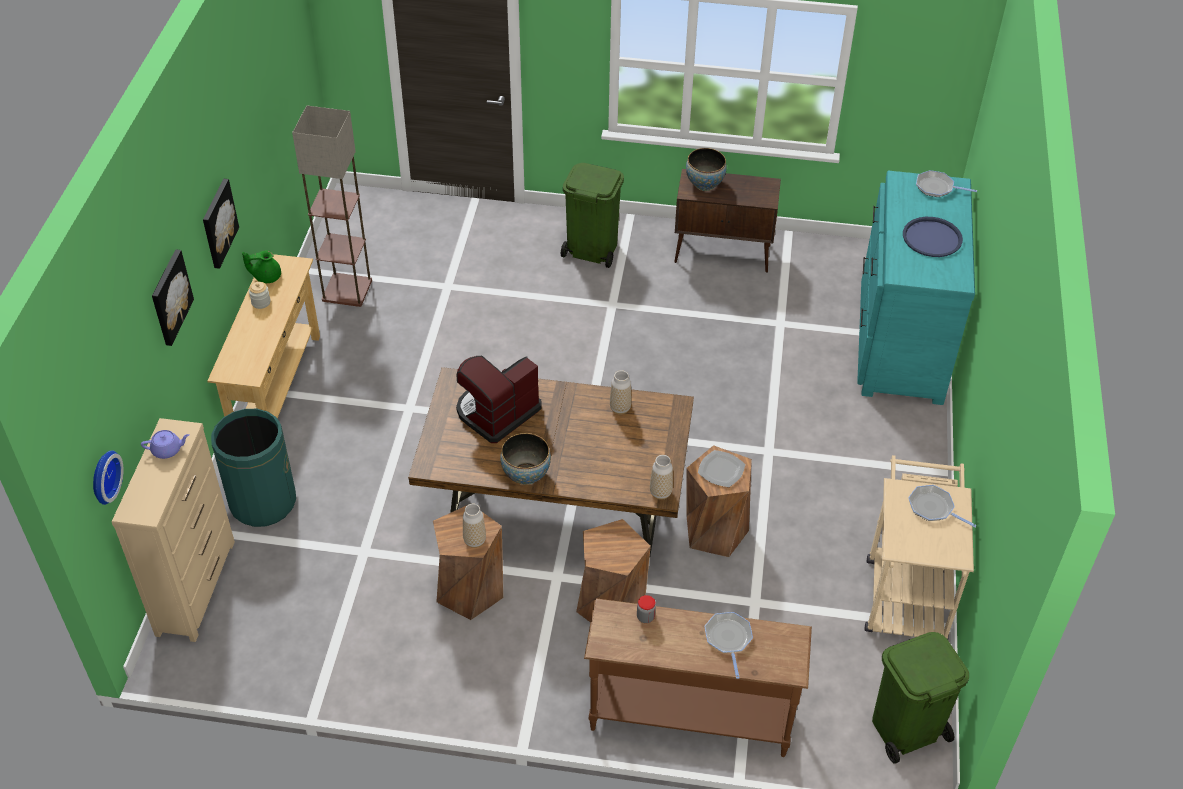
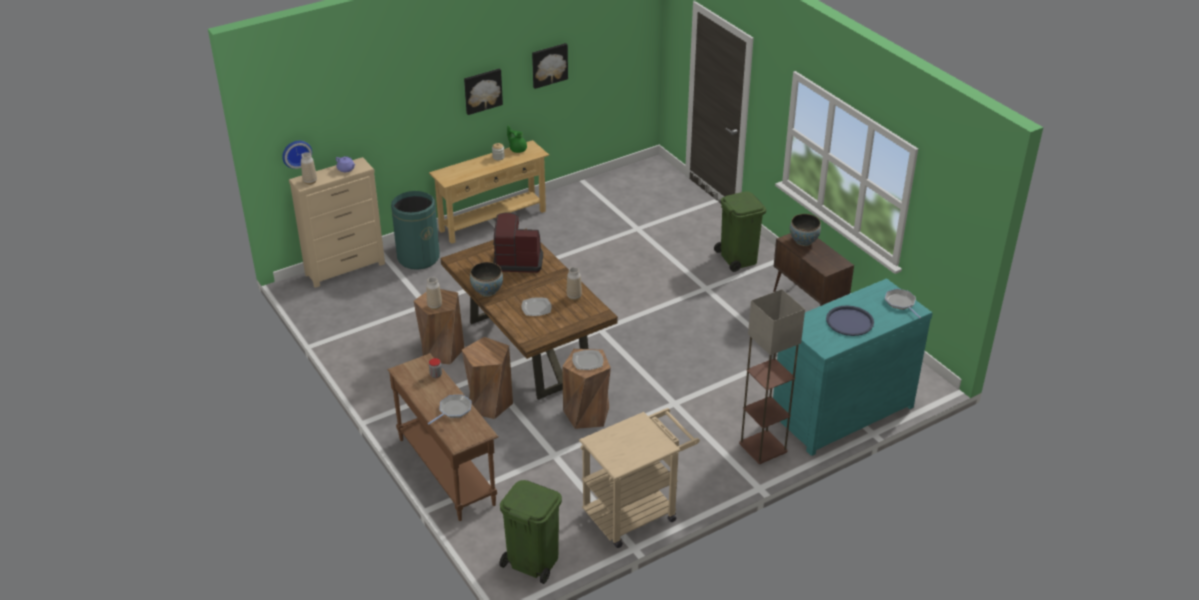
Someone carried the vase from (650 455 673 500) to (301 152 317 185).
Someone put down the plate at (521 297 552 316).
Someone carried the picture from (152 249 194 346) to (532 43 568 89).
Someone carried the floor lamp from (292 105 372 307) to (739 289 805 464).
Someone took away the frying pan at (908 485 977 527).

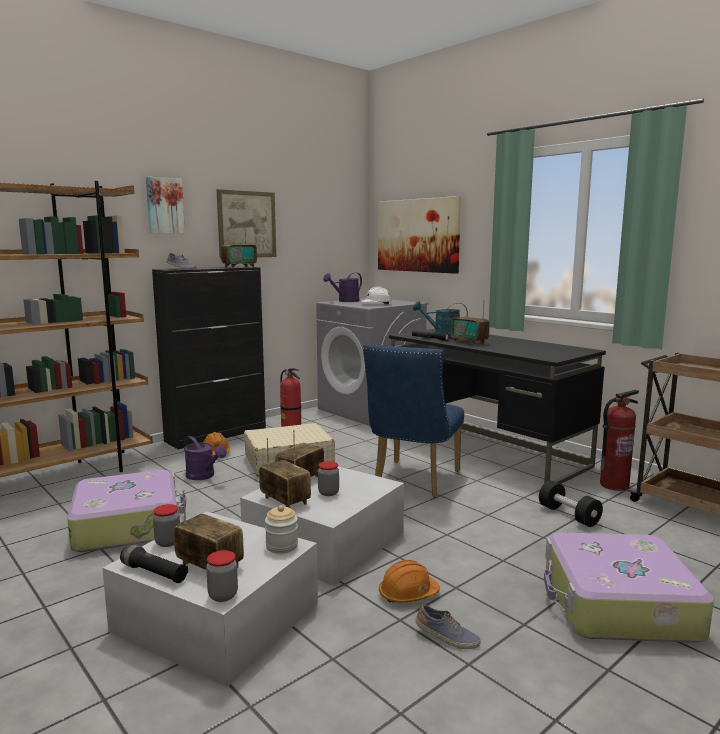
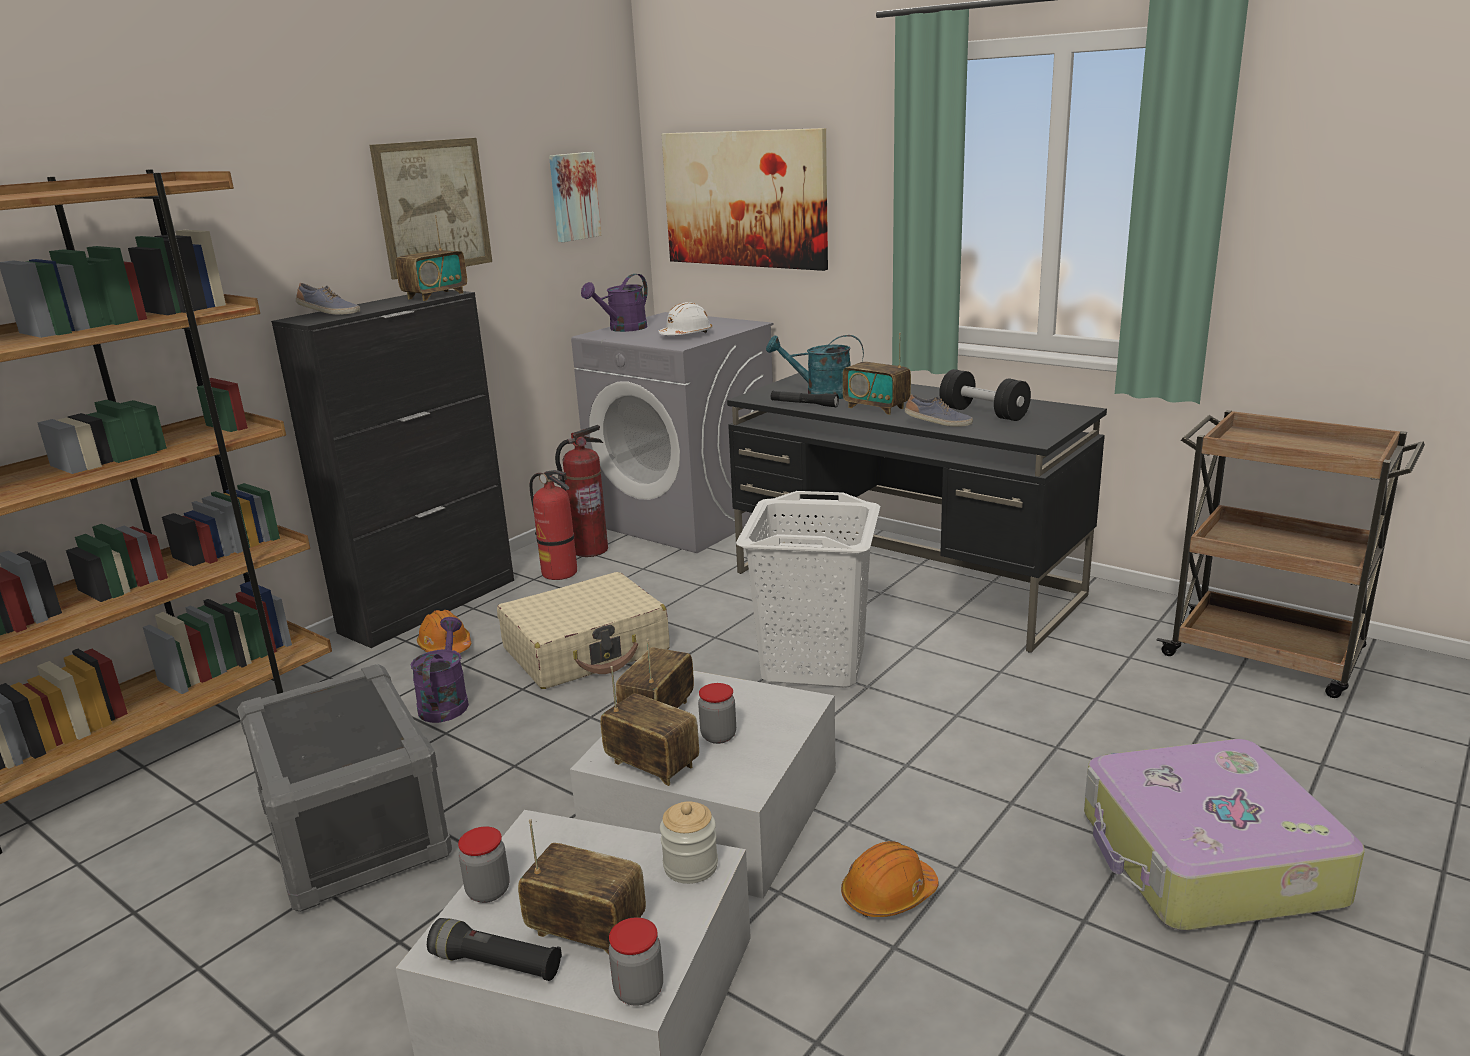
Someone swapped the suitcase at (67 470 186 552) for the storage box in grey at (237 664 452 912).
Someone rotated the watering can in purple at (184 436 227 480) by 120 degrees counterclockwise.
Someone carried the picture from (146 177 185 233) to (549 152 602 242).
Someone carried the fire extinguisher from (600 390 639 491) to (555 425 608 557).
Someone swapped the chair in blue at (363 344 464 498) for the laundry basket in white at (736 491 881 688).
Someone carried the shoe from (415 604 481 649) to (905 394 973 427).
Someone carried the dumbbell in black from (539 481 603 527) to (939 369 1031 421).

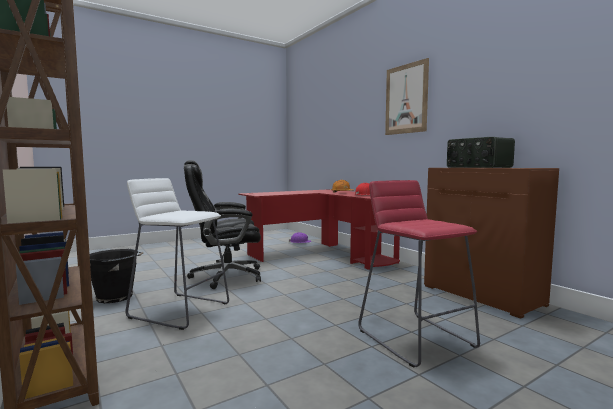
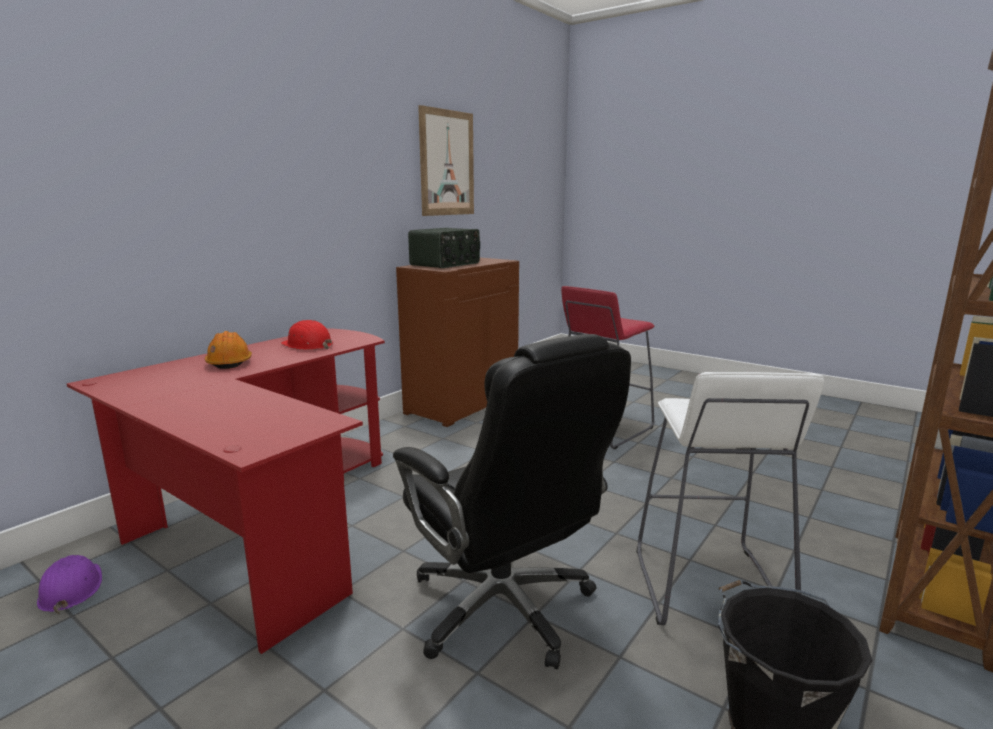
Someone carried the picture from (385 58 429 135) to (418 105 474 216).

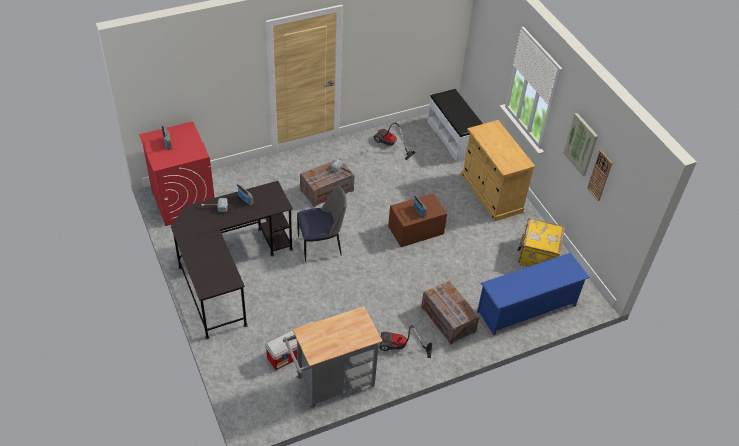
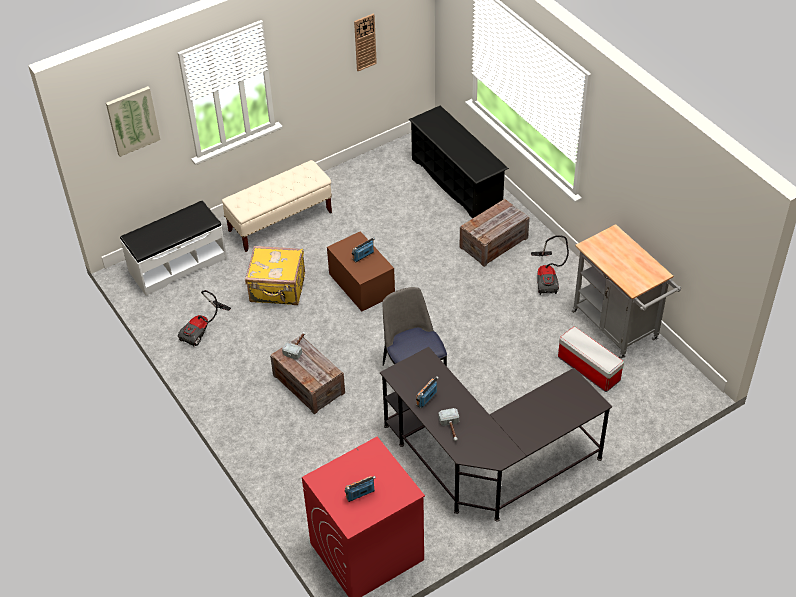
Someone carried the picture from (563 113 598 176) to (106 86 160 157).
Someone swapped the cabinet in beige at (461 120 535 222) for the bench in beige at (222 160 332 252).
Someone carried the suitcase in yellow from (517 218 565 266) to (245 246 305 305).
Someone repainted the shoe rack in blue at (477 253 590 335), which became the shoe rack in black at (409 105 509 219).

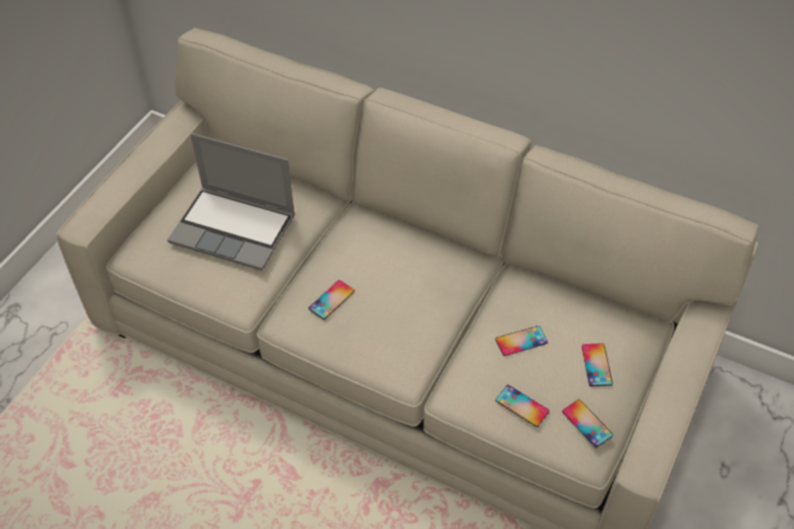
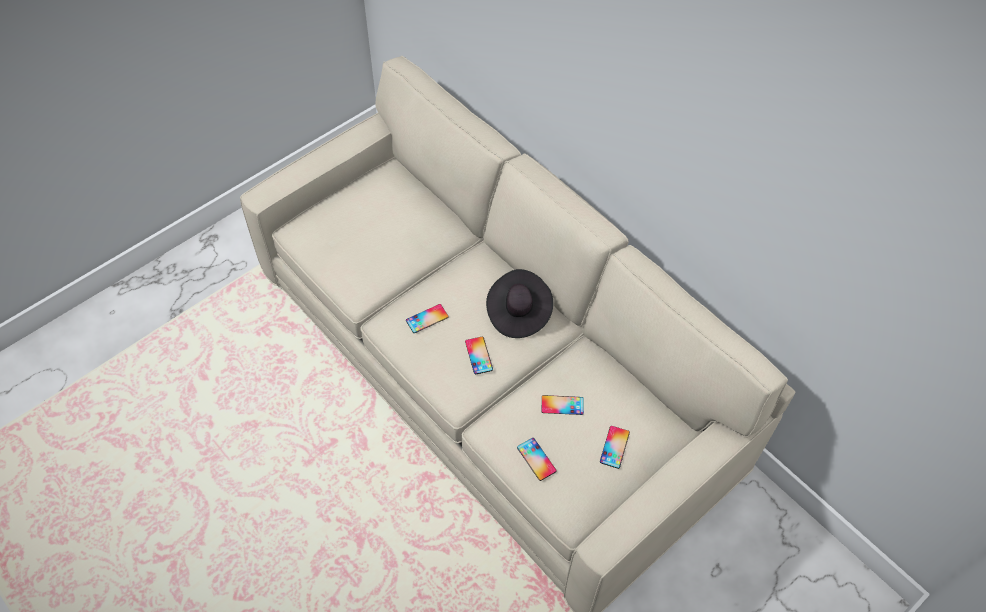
Someone carried the phone from (562 399 613 448) to (465 337 493 375).
Someone put down the hat in black at (486 269 553 338).
Someone took away the laptop at (167 133 295 271).

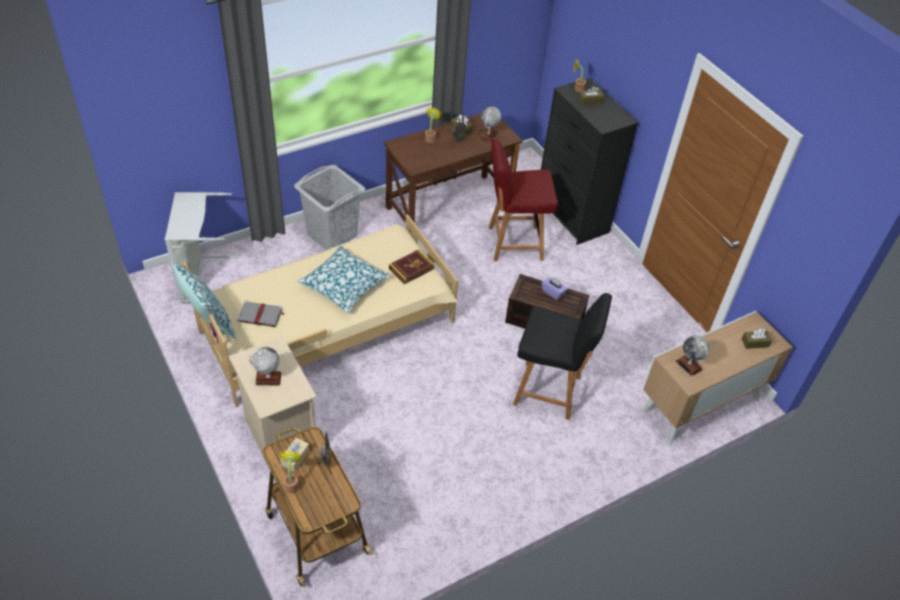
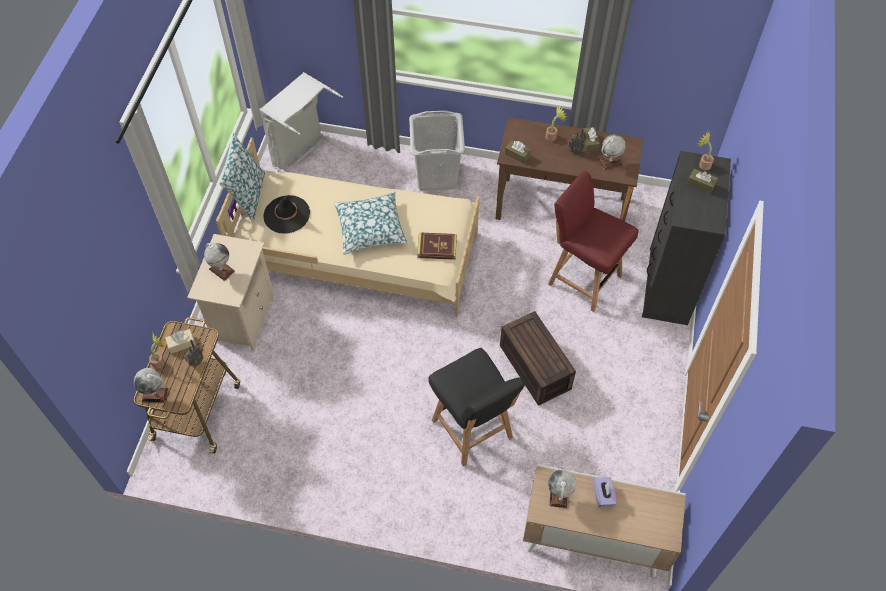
Someone put down the globe at (134 368 168 402).
Someone swapped the book in grey at (238 301 284 327) for the hat in black at (263 195 310 233).
Someone carried the tissue box in brown from (742 328 773 349) to (505 140 531 164).
Someone carried the tissue box in purple from (542 277 568 300) to (593 477 617 507).

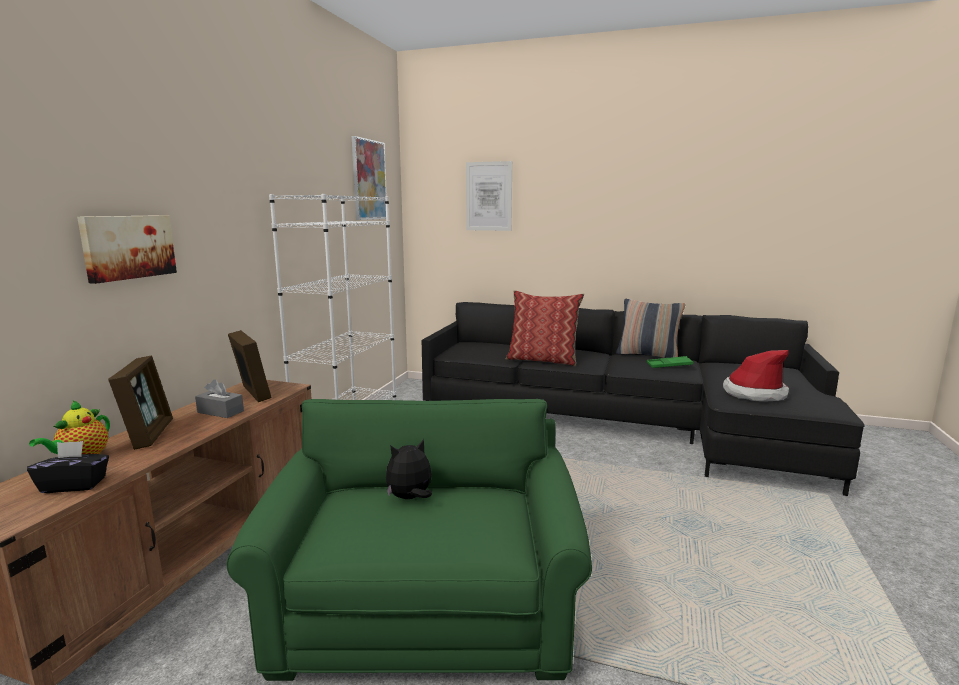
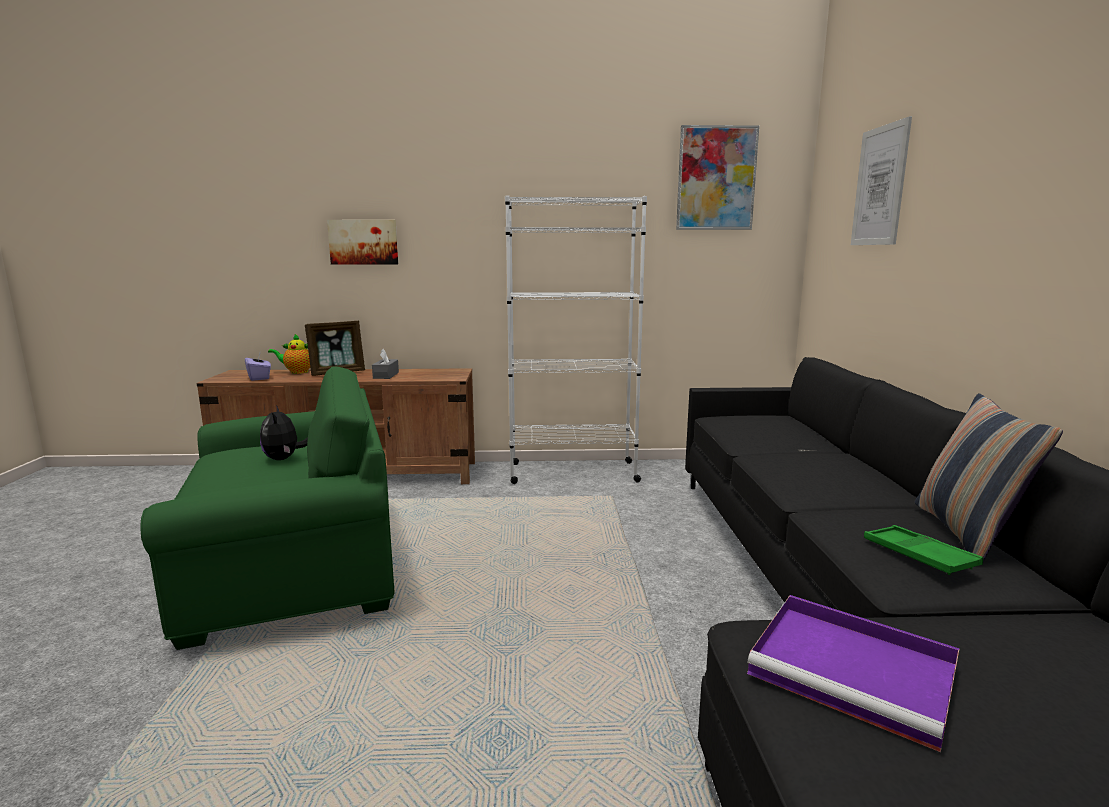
Someone repainted the tissue box in black at (27 441 109 493), which became the tissue box in purple at (245 353 271 381).
Someone rotated the plush toy at (386 439 432 499) by 150 degrees counterclockwise.
Someone swapped the hat at (723 350 789 402) for the tray in purple at (747 595 959 752).
Someone took away the picture frame at (228 330 272 402).
Someone took away the pillow at (506 290 584 366).

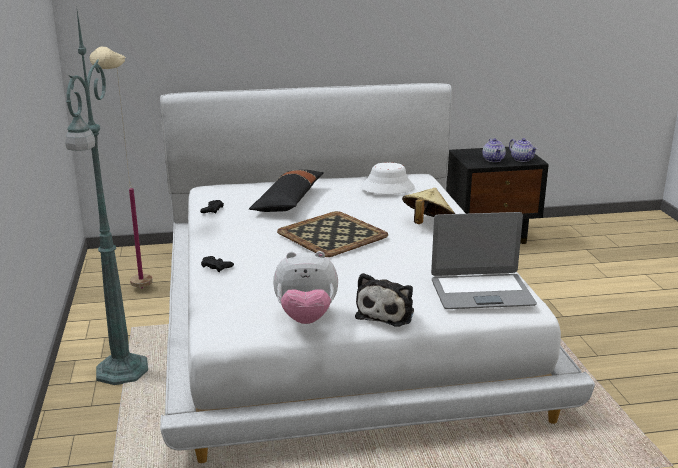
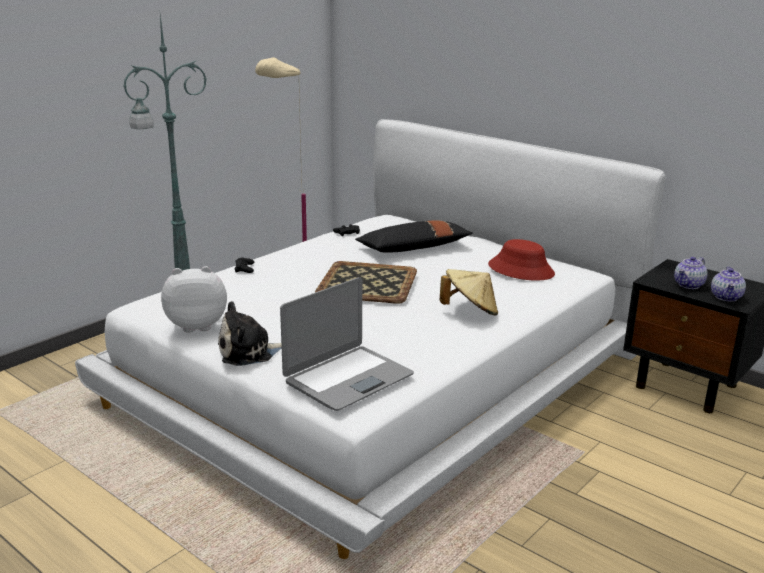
Someone rotated the plush toy at (273 251 338 324) by 120 degrees clockwise.
Someone rotated the laptop at (431 212 537 309) by 90 degrees counterclockwise.
Someone repainted the hat in white at (360 162 415 194), which became the hat in red at (488 239 555 281).

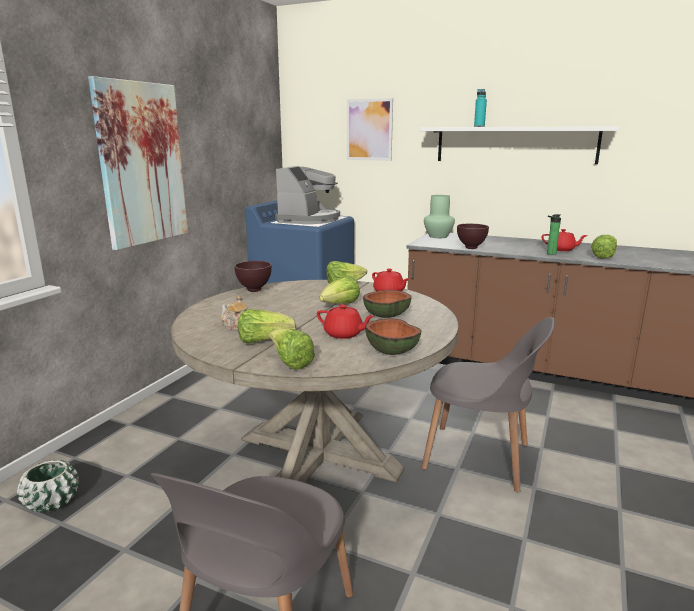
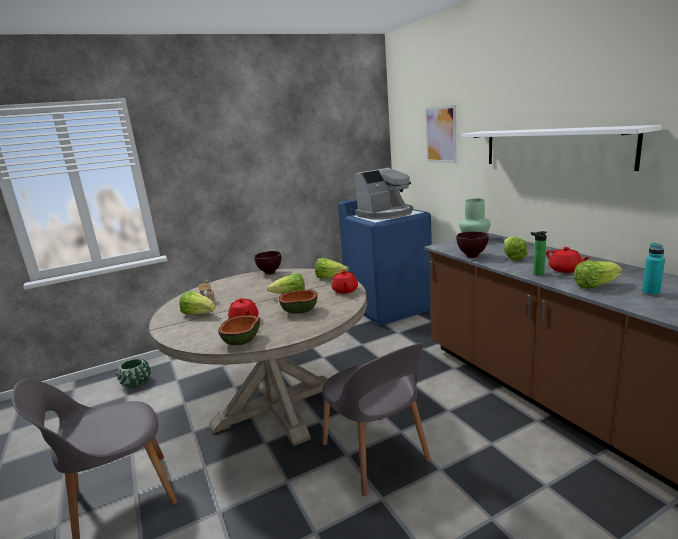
Someone carried the lettuce from (269 328 315 370) to (504 236 527 260).
Someone carried the bottle in turquoise from (474 89 487 127) to (642 243 665 296).
Someone took away the picture at (88 76 188 250).

